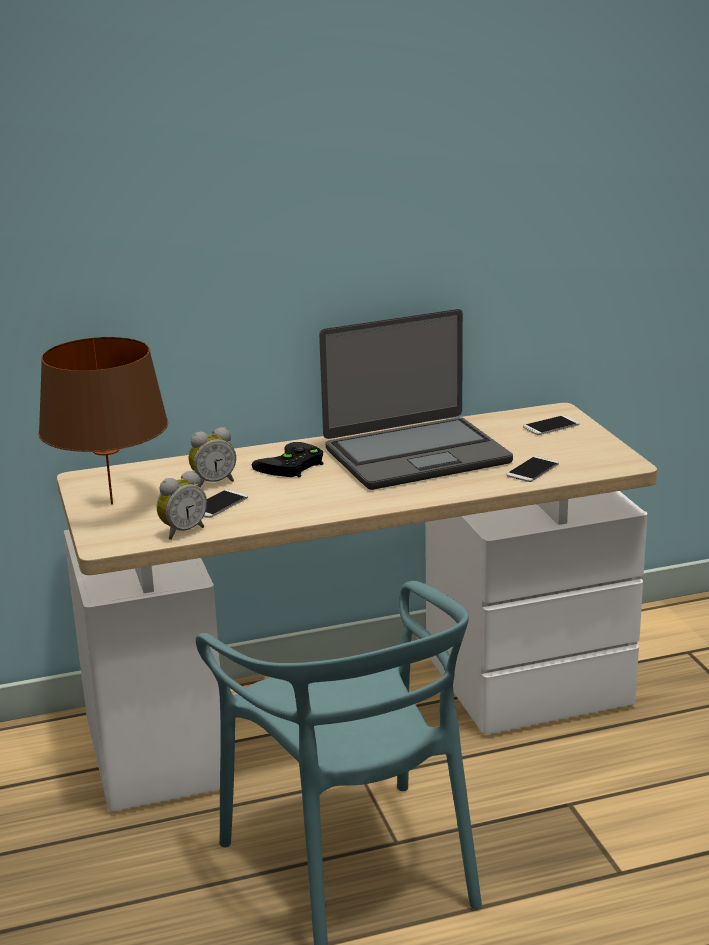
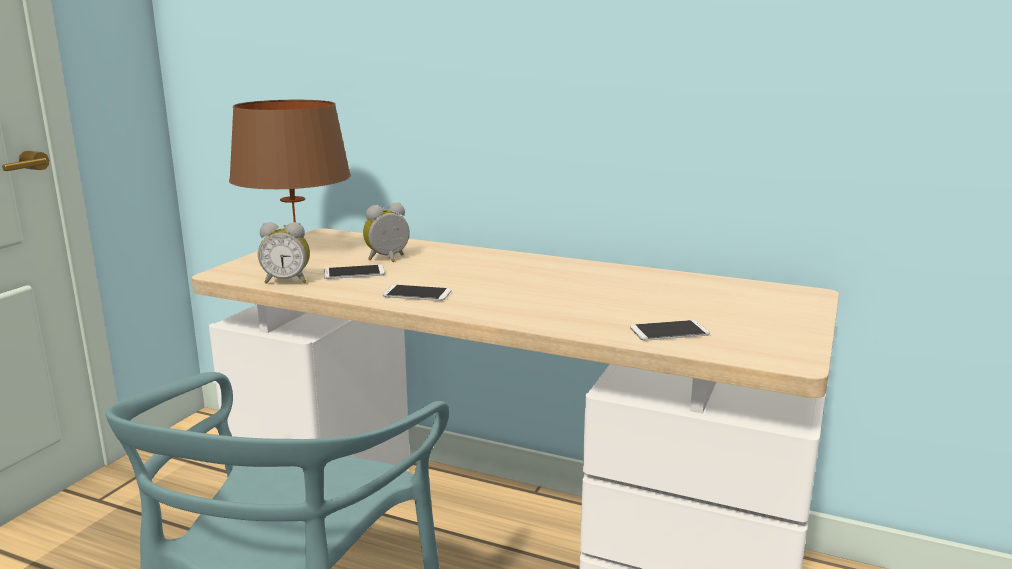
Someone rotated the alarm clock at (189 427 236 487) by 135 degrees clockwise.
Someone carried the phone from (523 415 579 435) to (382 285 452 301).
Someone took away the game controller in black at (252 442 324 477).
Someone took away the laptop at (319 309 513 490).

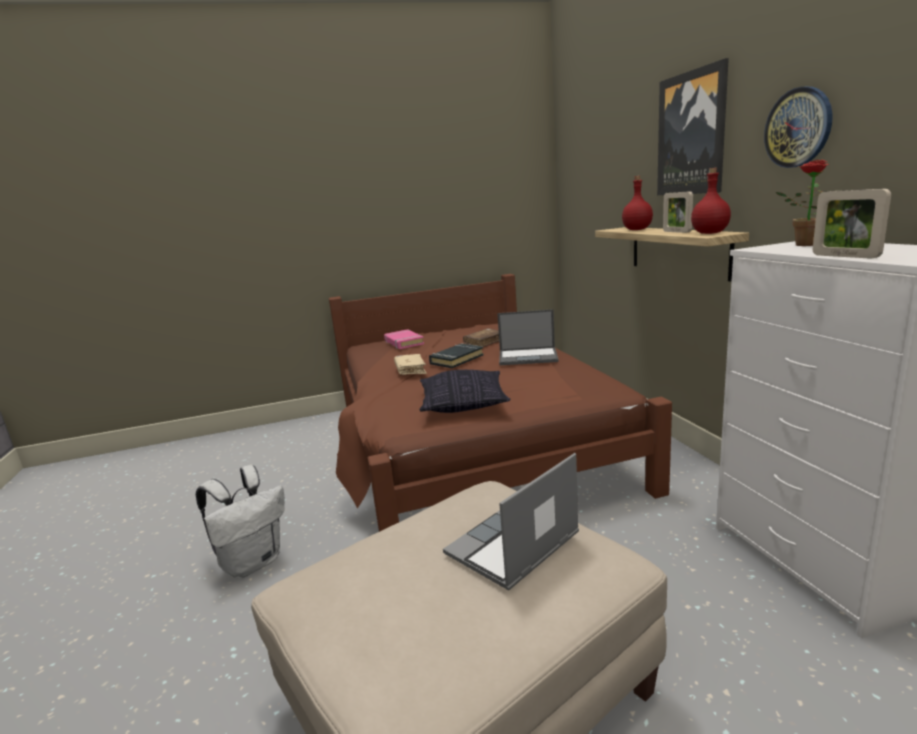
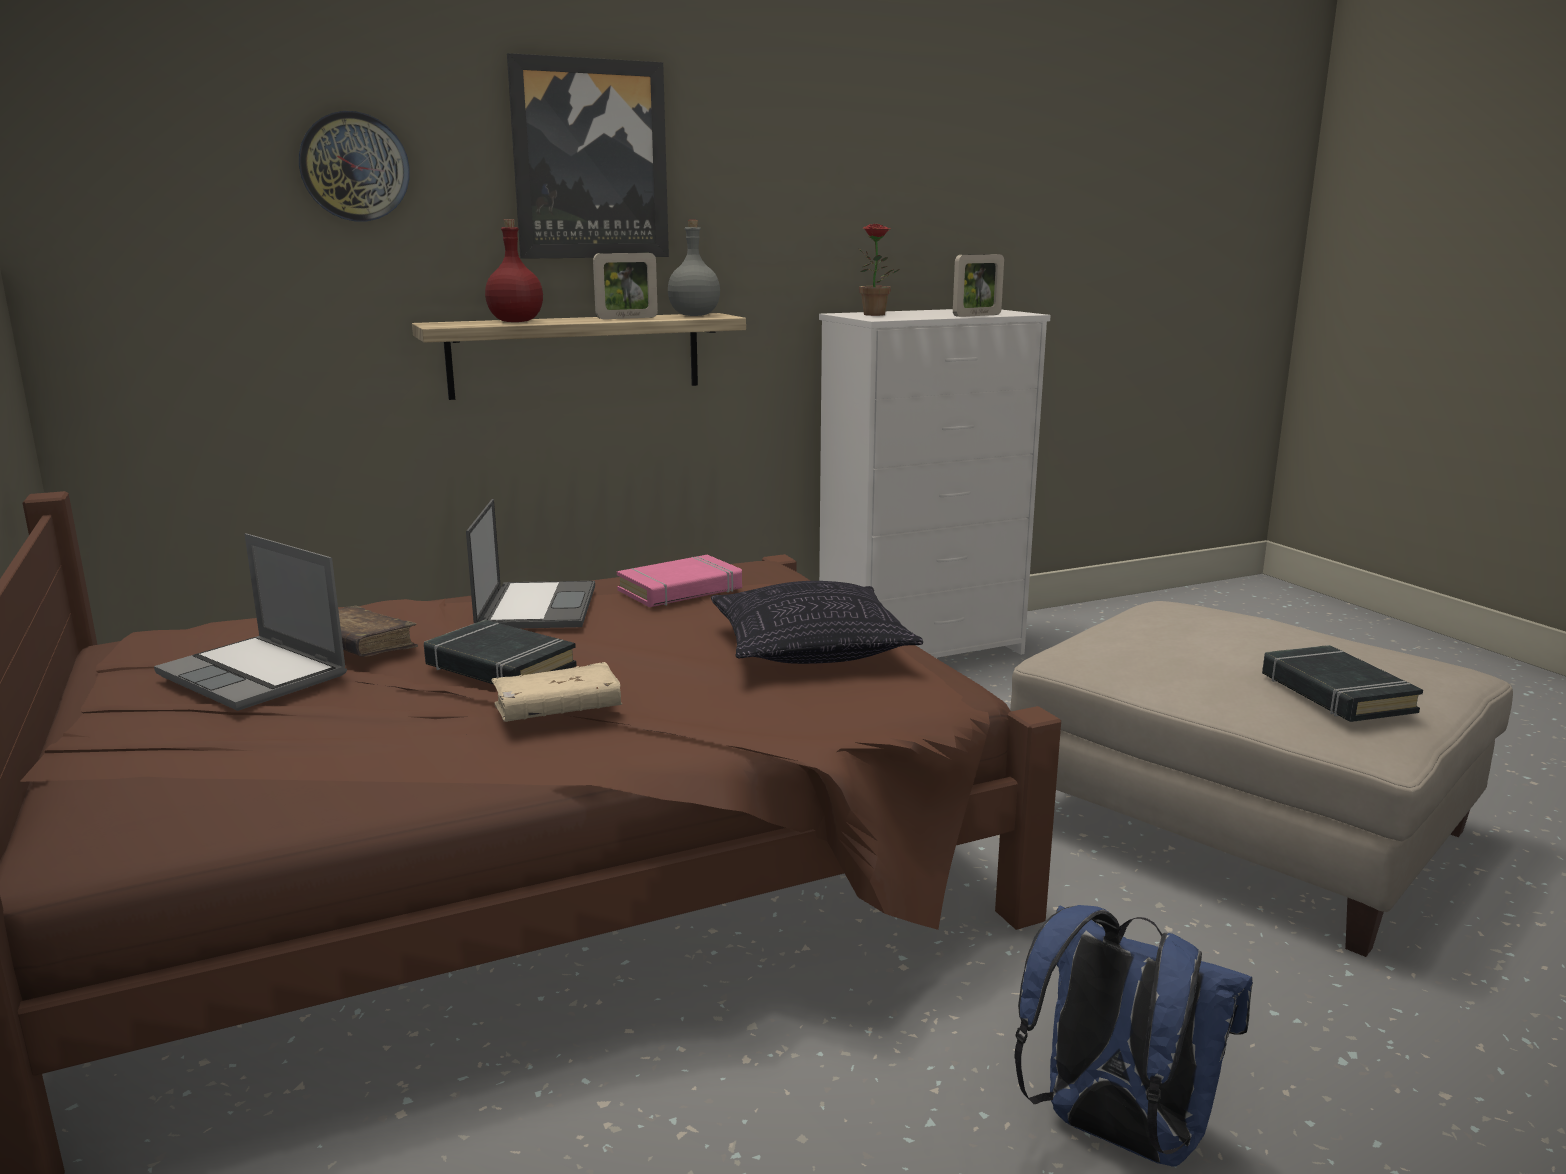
Someone carried the laptop from (443 453 579 590) to (154 533 347 711).
Someone carried the wall clock from (764 87 832 168) to (299 111 410 221).
Someone carried the book in pink from (384 329 424 349) to (617 555 742 607).
Someone repainted the bottle in red at (691 168 731 234), which became the bottle in grey at (668 220 720 316).
Someone repainted the backpack in white at (196 465 285 578), which became the backpack in blue at (1014 905 1253 1166).
Someone put down the book in black at (1262 645 1423 722).

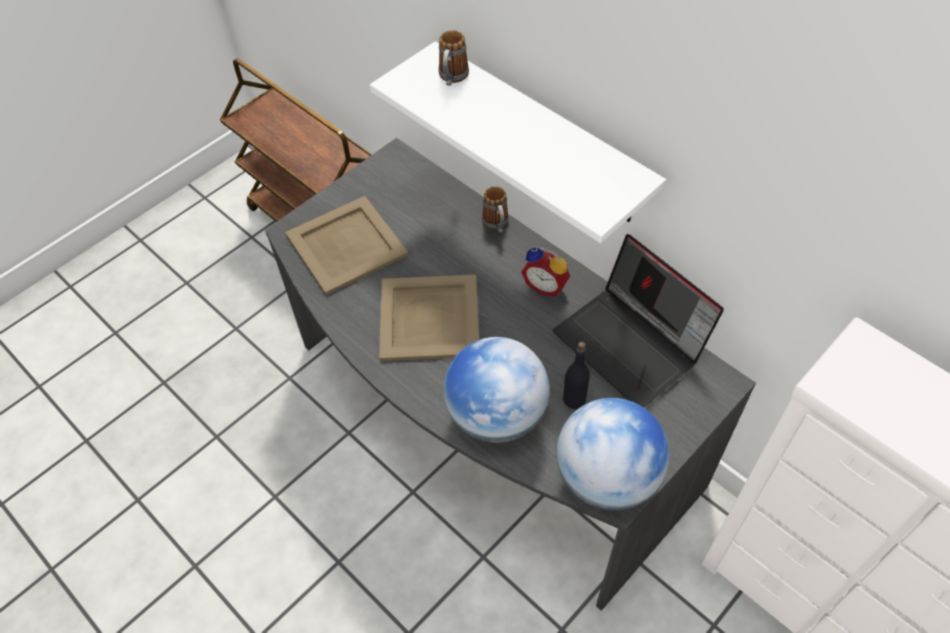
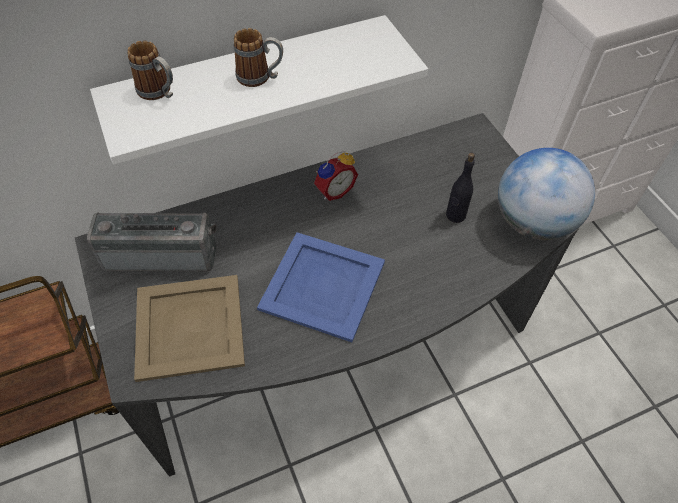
Someone put down the radio at (87 212 216 271).
Someone carried the mug from (482 186 509 233) to (233 28 283 87).
Someone repainted the tray in beige at (379 274 479 361), which became the tray in blue at (257 232 385 342).
Someone took away the globe at (444 337 549 443).
Someone took away the laptop at (553 234 724 408).

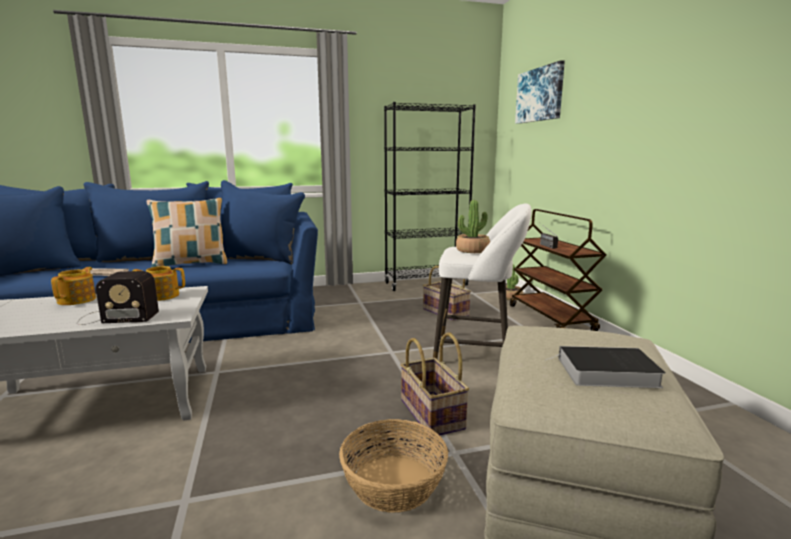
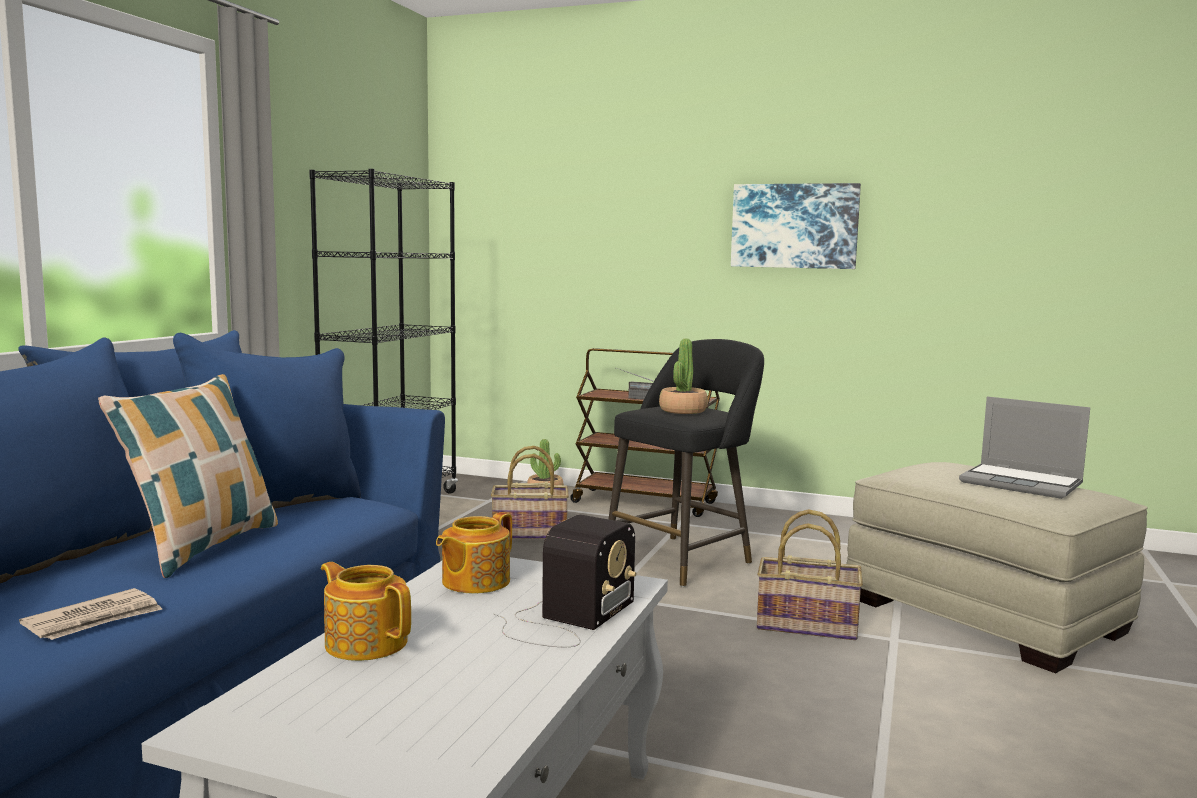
Someone repainted the stool in white at (433 203 532 359), which became the stool in black at (609 339 764 587).
Someone carried the picture from (515 60 565 124) to (731 183 861 269).
Someone swapped the book at (545 346 666 388) for the laptop at (959 396 1090 499).
Someone took away the basket at (339 419 448 513).

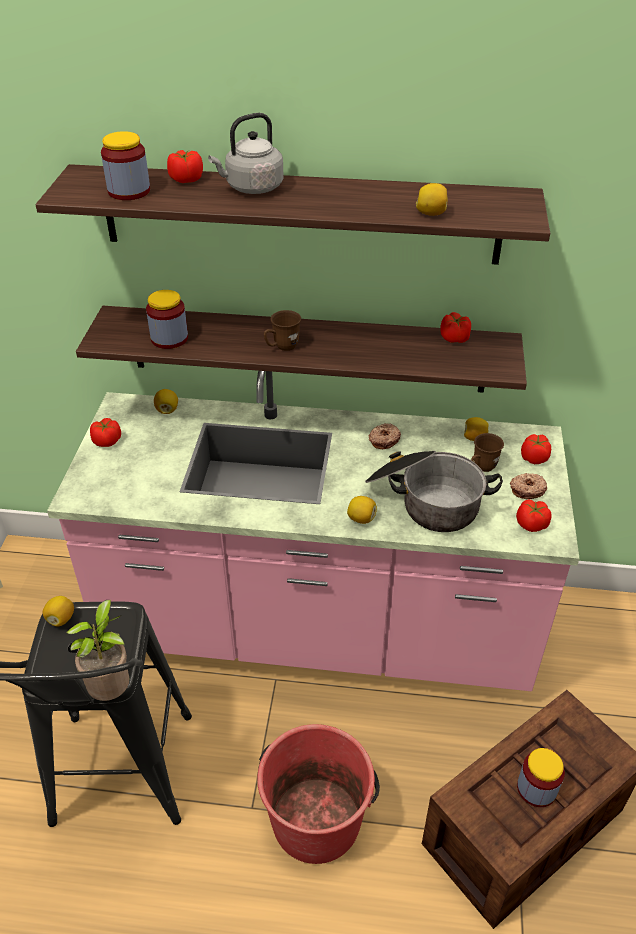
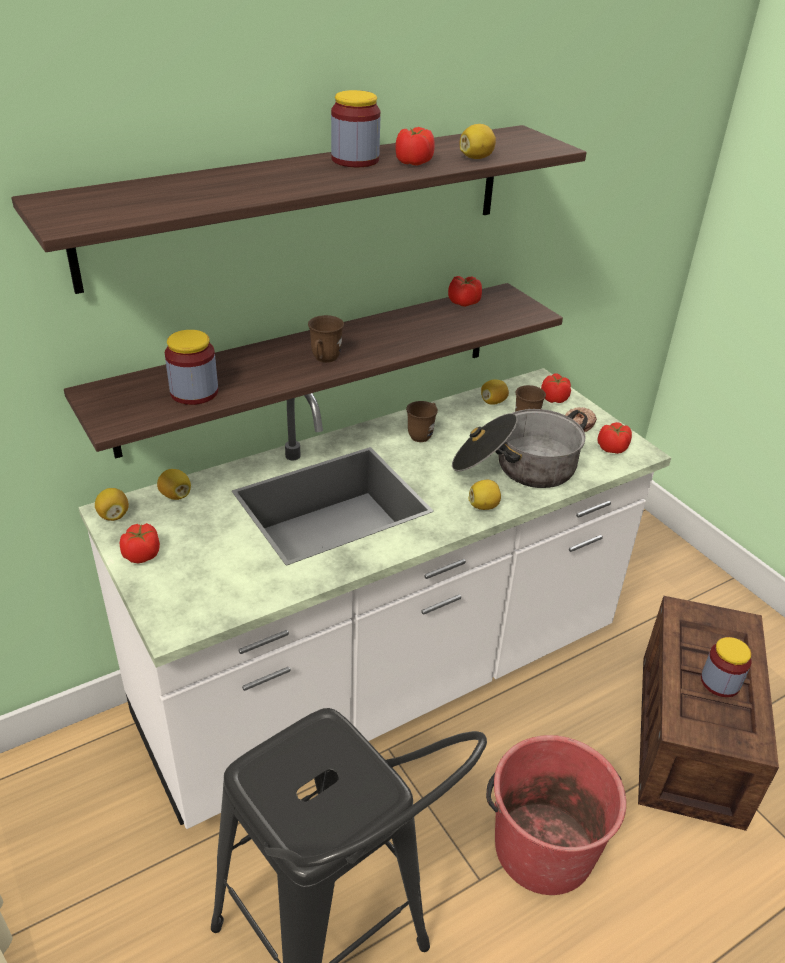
Someone repainted the counter in pink at (47 371 580 691), which became the counter in white at (78 368 671 829).
Someone carried the lemon from (43 596 74 627) to (95 488 129 521).
Someone carried the jar from (101 131 150 200) to (331 90 381 167).
Someone carried the tomato from (167 150 203 183) to (396 127 435 166).
Someone swapped the donut at (368 423 401 449) for the mug in brown at (406 401 438 442).
Someone took away the potted plant at (66 600 129 701).
Someone took away the kettle in grey at (208 113 284 194).

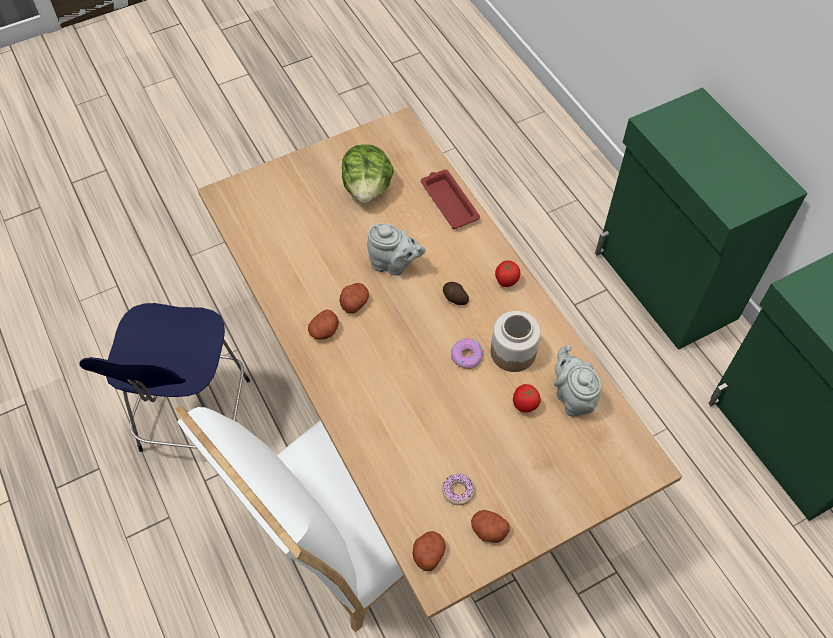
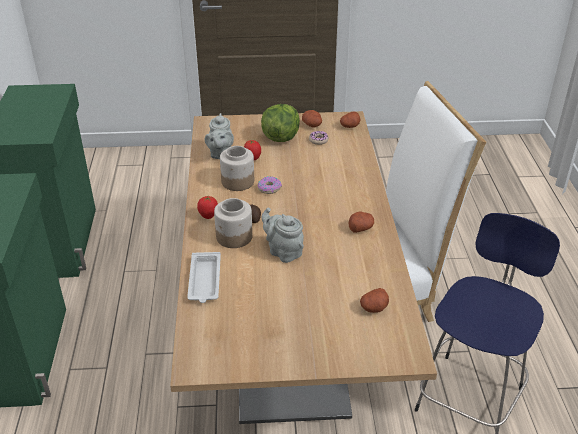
Someone repainted the tray in red at (421 169 480 229), which became the tray in white at (187 252 221 303).
Someone put down the jar at (214 198 253 248).
Someone carried the lettuce from (342 144 394 203) to (261 104 300 142).
Someone carried the potato from (339 283 369 314) to (360 288 389 313).

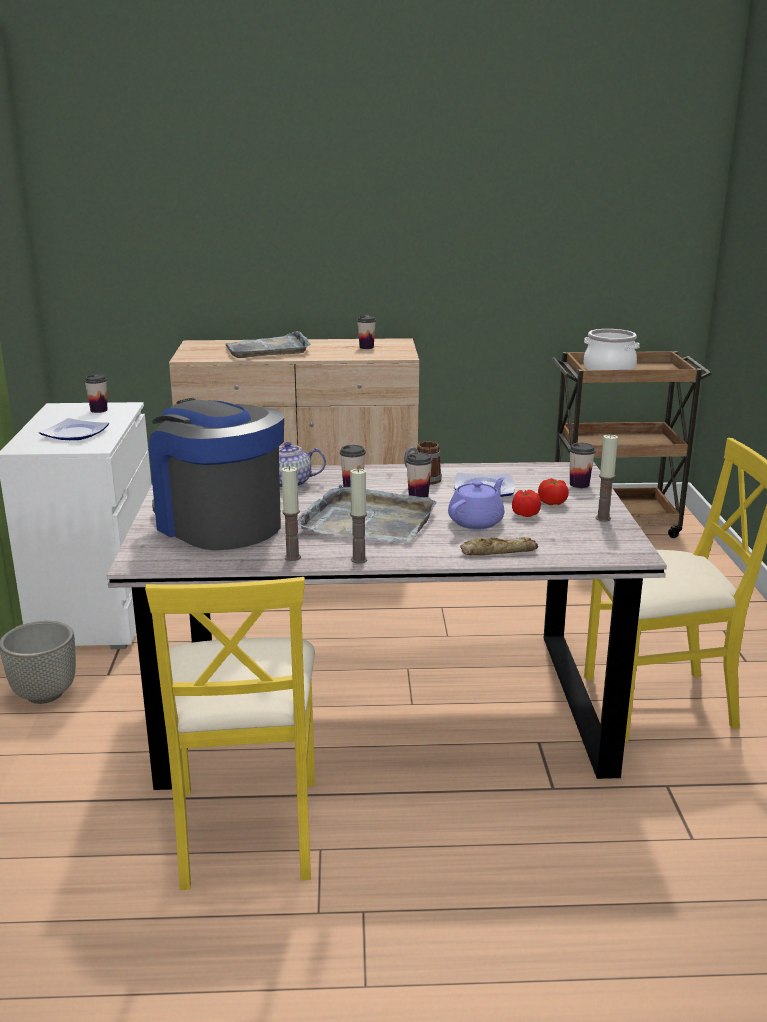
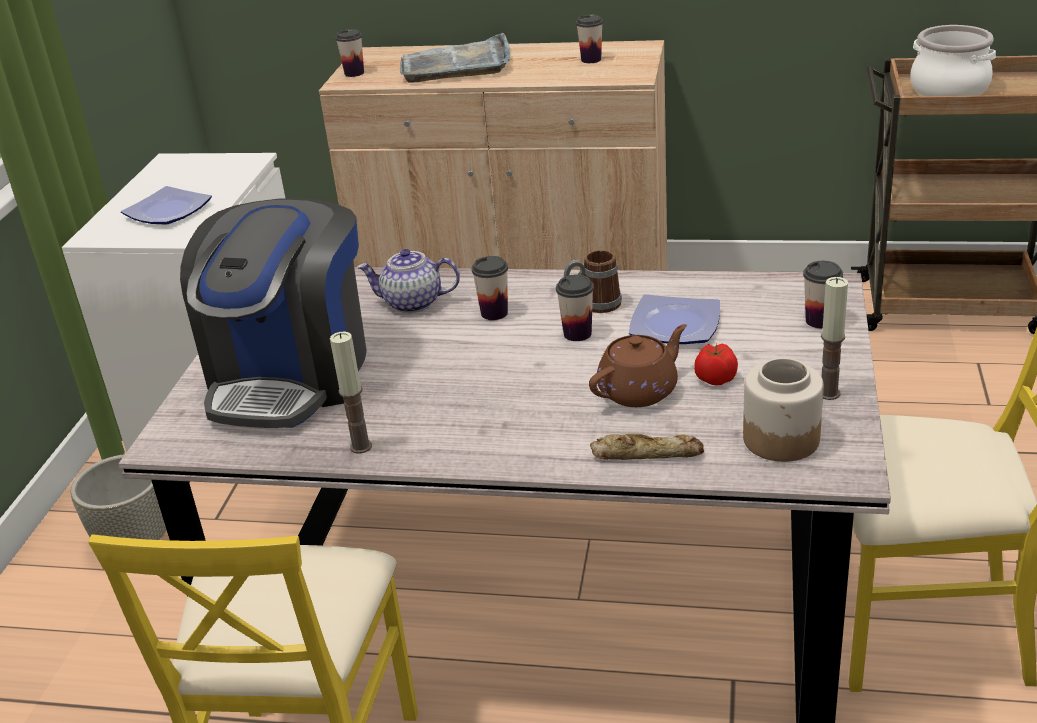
Someone rotated the coffee machine at (149 398 284 550) by 135 degrees counterclockwise.
Someone carried the cup from (84 374 107 413) to (335 29 364 77).
Someone repainted the teapot in purple at (448 477 504 530), which became the teapot in brown at (589 324 687 407).
Someone put down the jar at (743 358 824 462).
Someone took away the tray in grey at (298 484 437 543).
Someone took away the candle at (350 468 367 564).
Someone took away the tomato at (538 478 569 505).

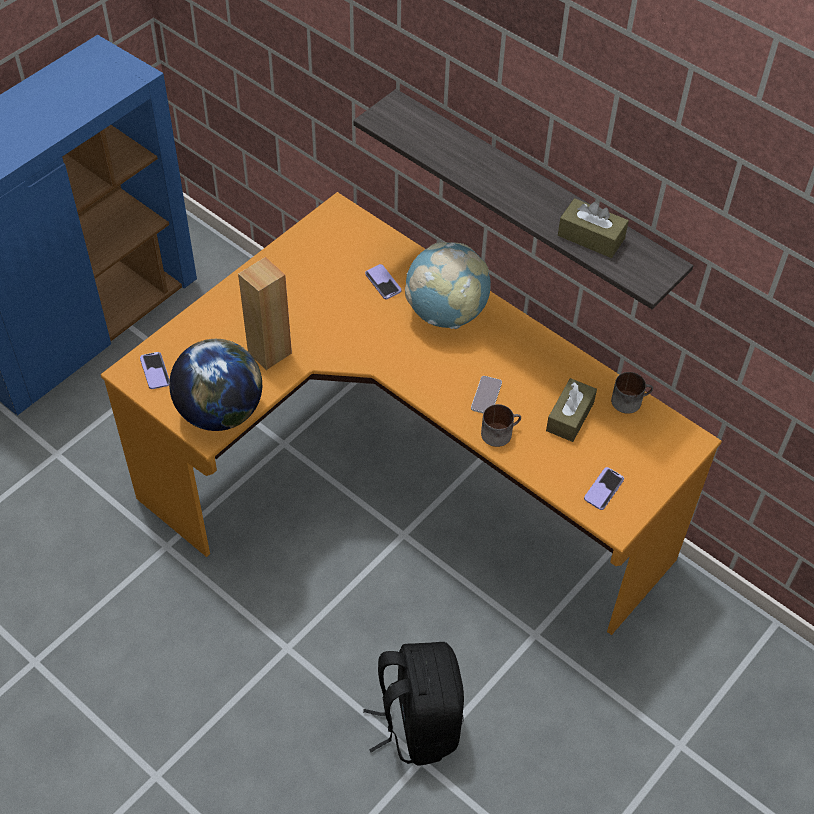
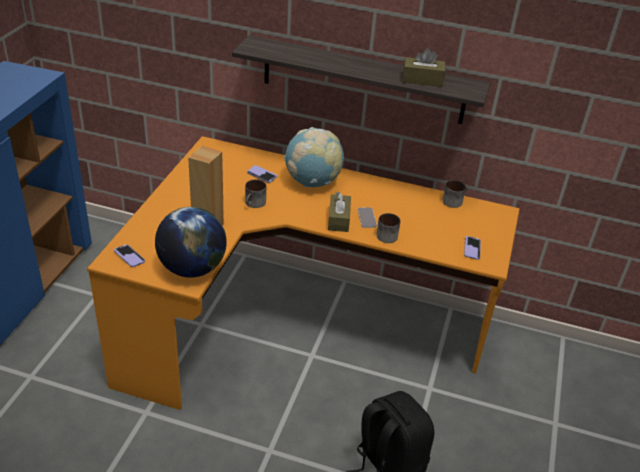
Someone put down the mug at (245 179 266 208).
Someone carried the tissue box in brown from (546 378 597 442) to (328 192 351 232).

